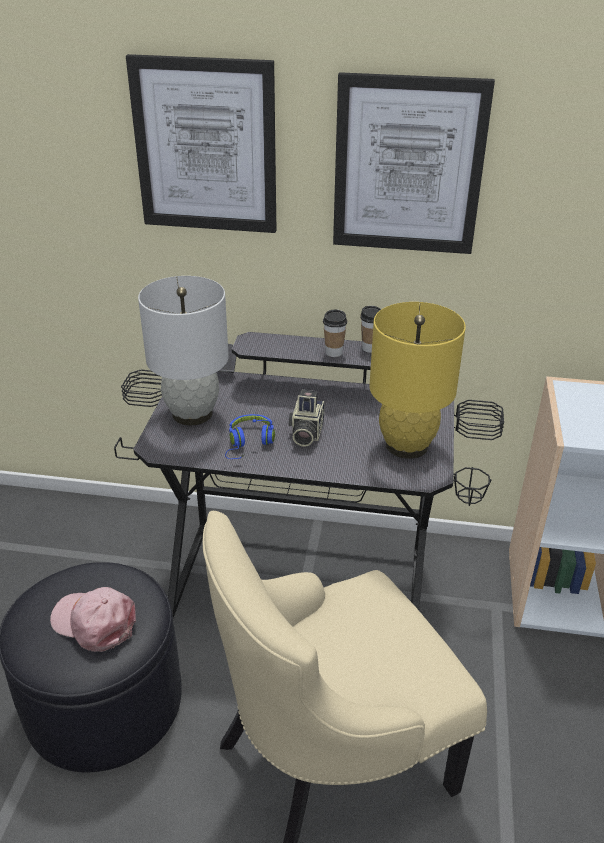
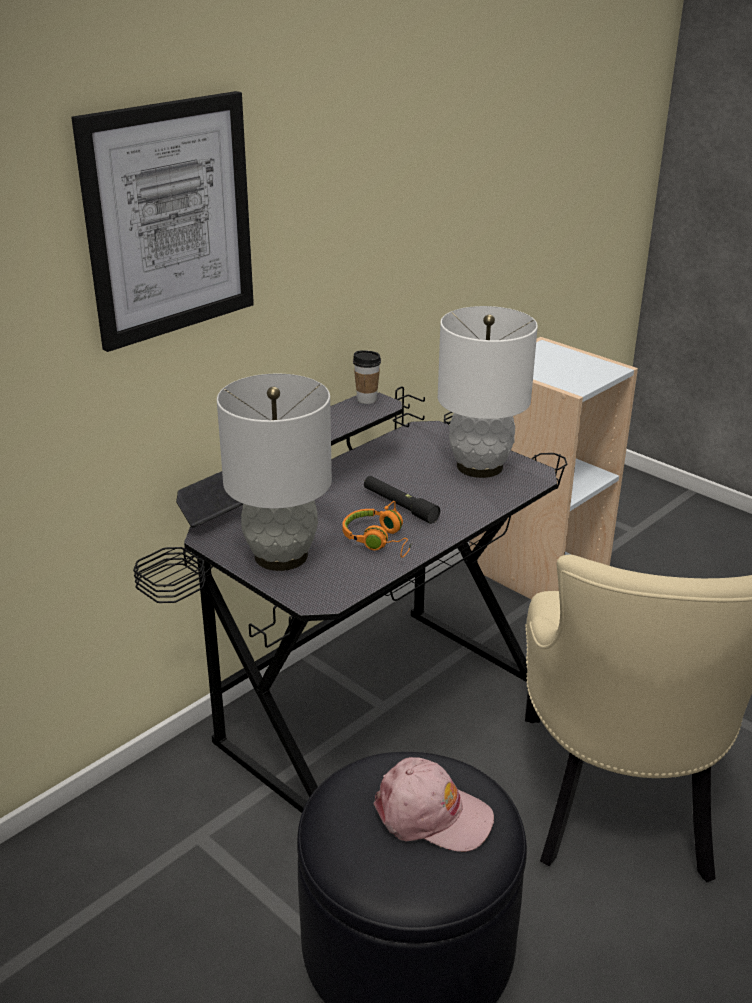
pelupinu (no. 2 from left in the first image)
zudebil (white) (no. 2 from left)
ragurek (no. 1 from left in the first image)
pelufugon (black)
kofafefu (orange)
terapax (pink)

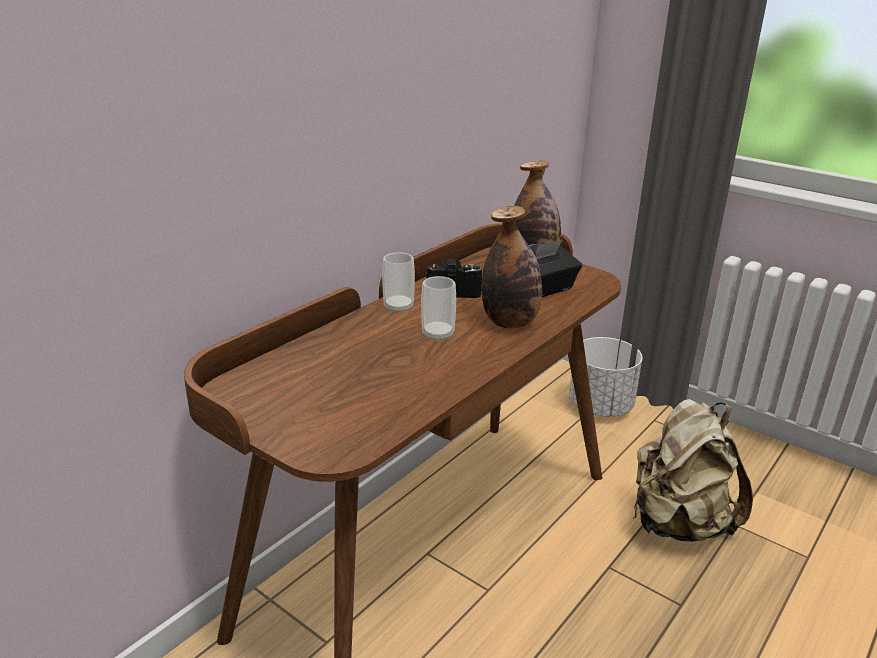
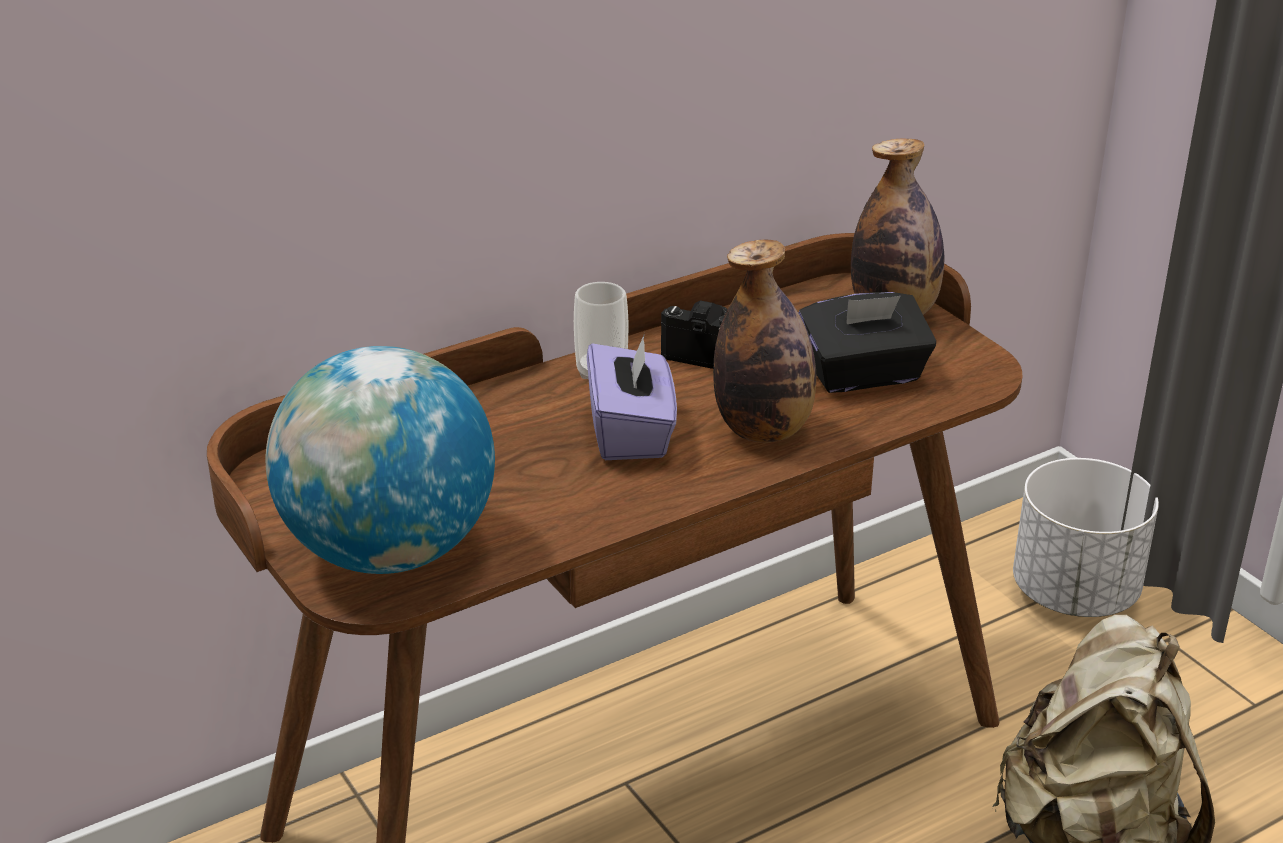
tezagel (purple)
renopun

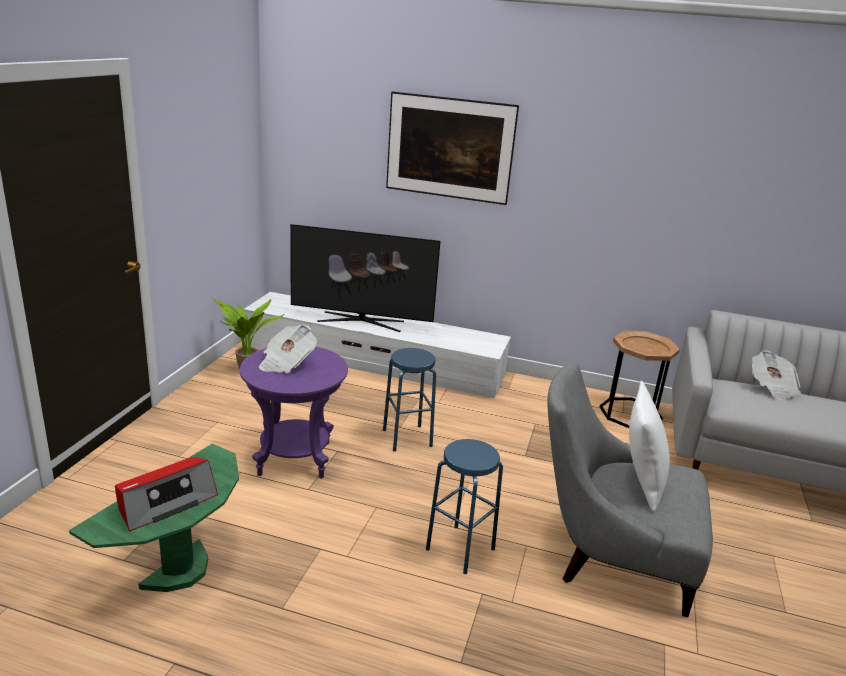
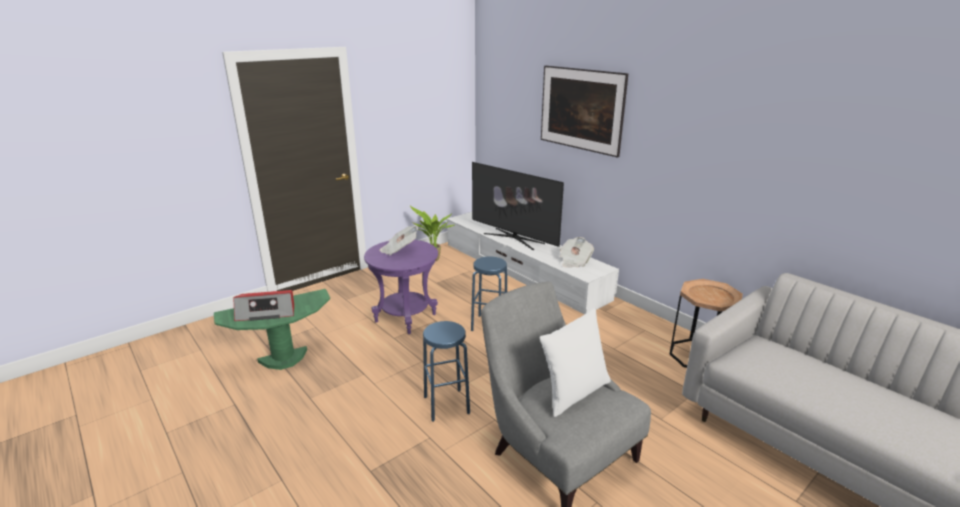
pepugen (no. 2 from left)

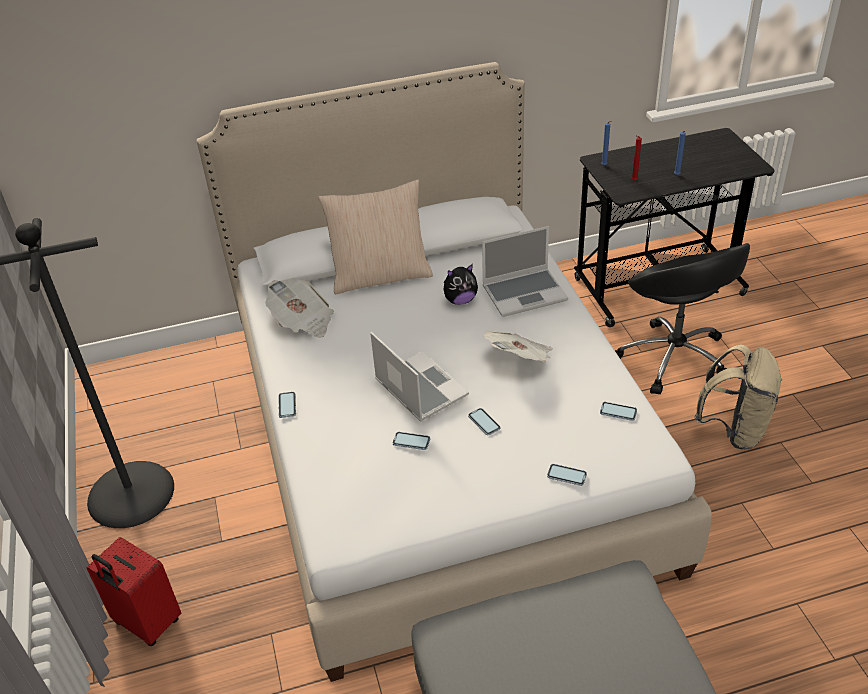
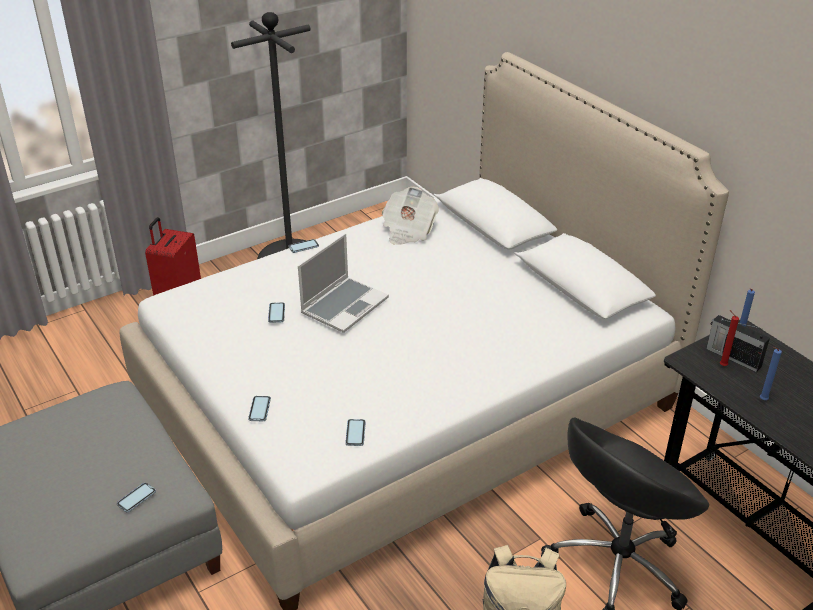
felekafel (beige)
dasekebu (no. 2 from left in the first image)
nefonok
pepugen (no. 2 from left in the first image)
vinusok (no. 1 from left)
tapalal

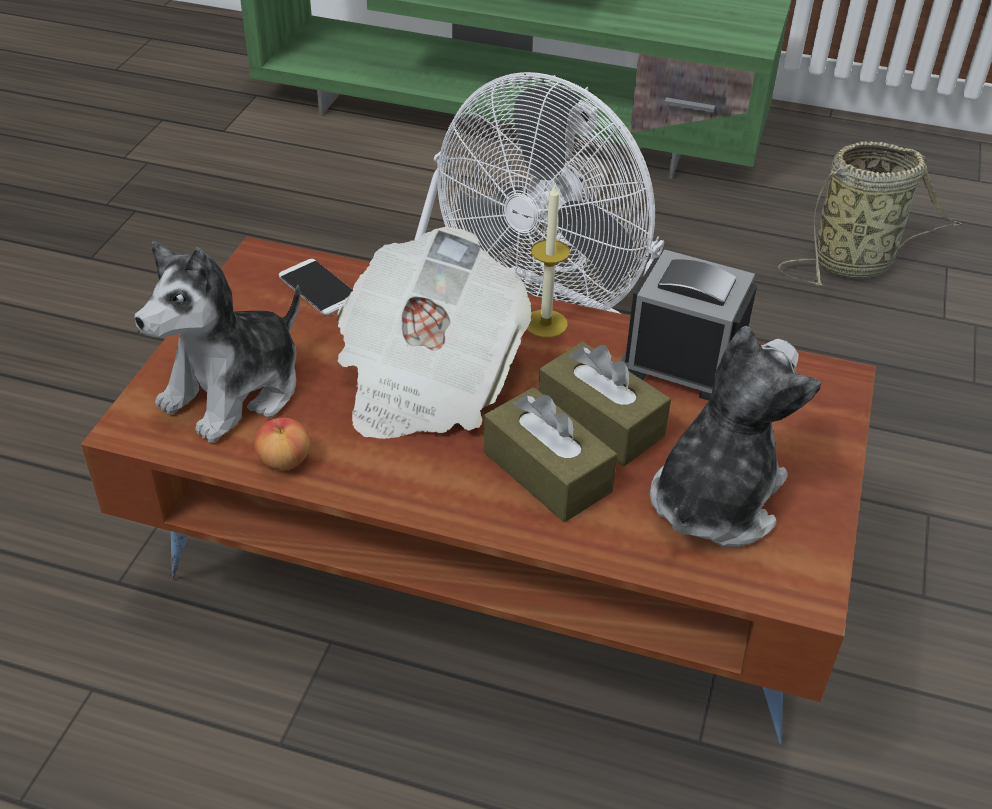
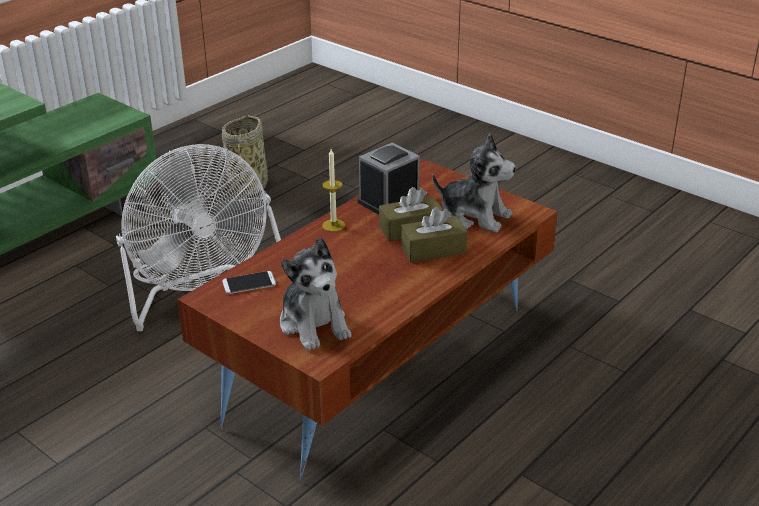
pepugen
nefonok (no. 2 from left)
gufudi

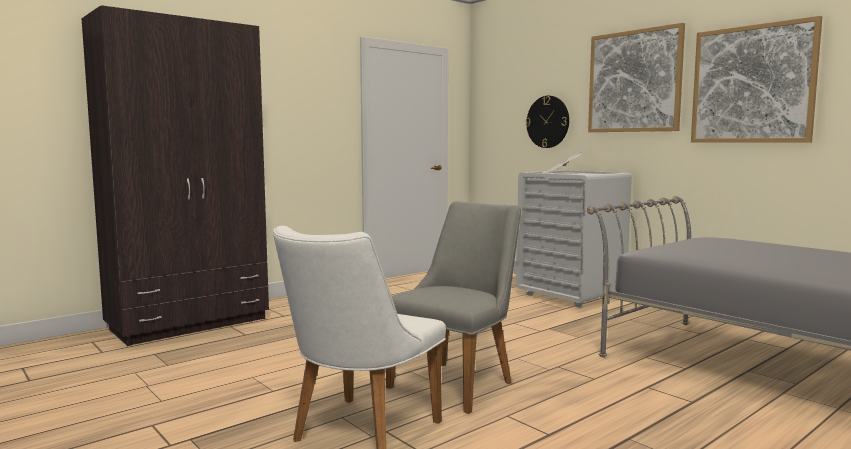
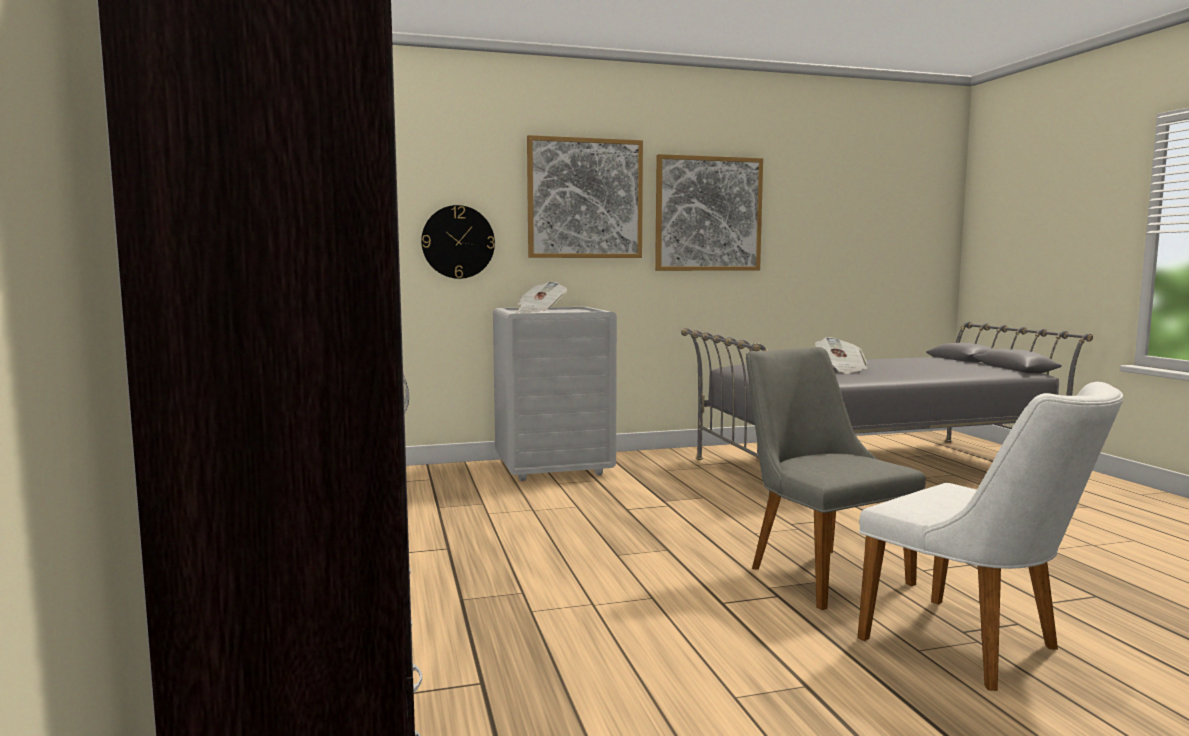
pepugen (no. 2 from left)

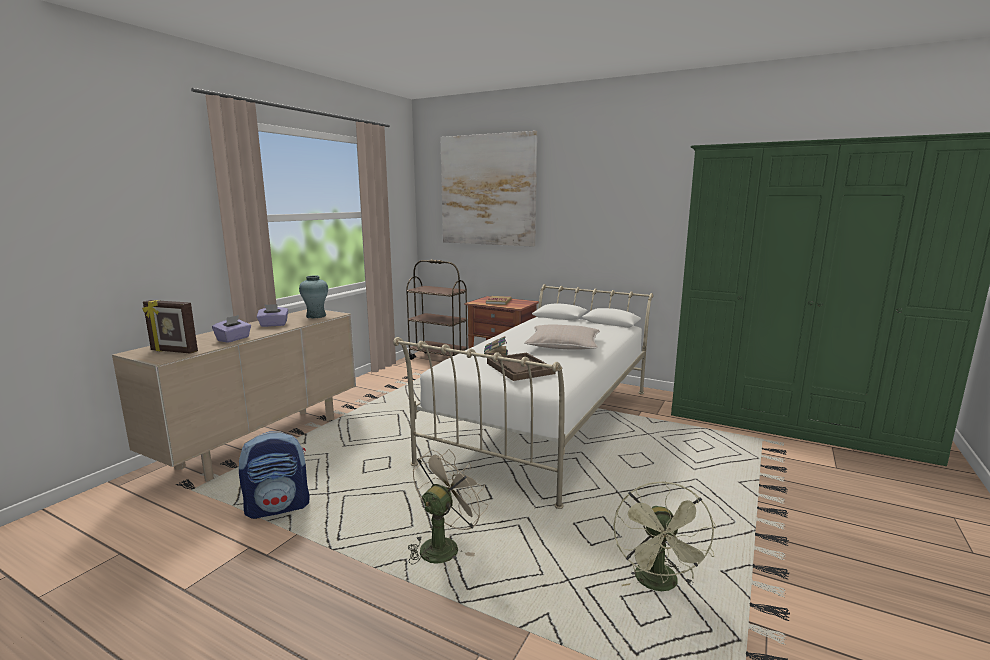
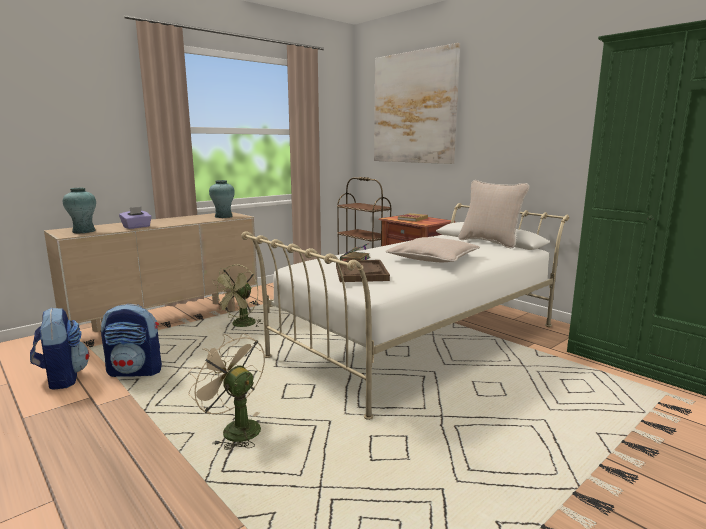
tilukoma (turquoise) (no. 1 from left)
tezagel (purple) (no. 2 from left in the first image)
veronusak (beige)
veronusak (green)
felekafel (beige) (no. 2 from left)
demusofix (no. 1 from left)

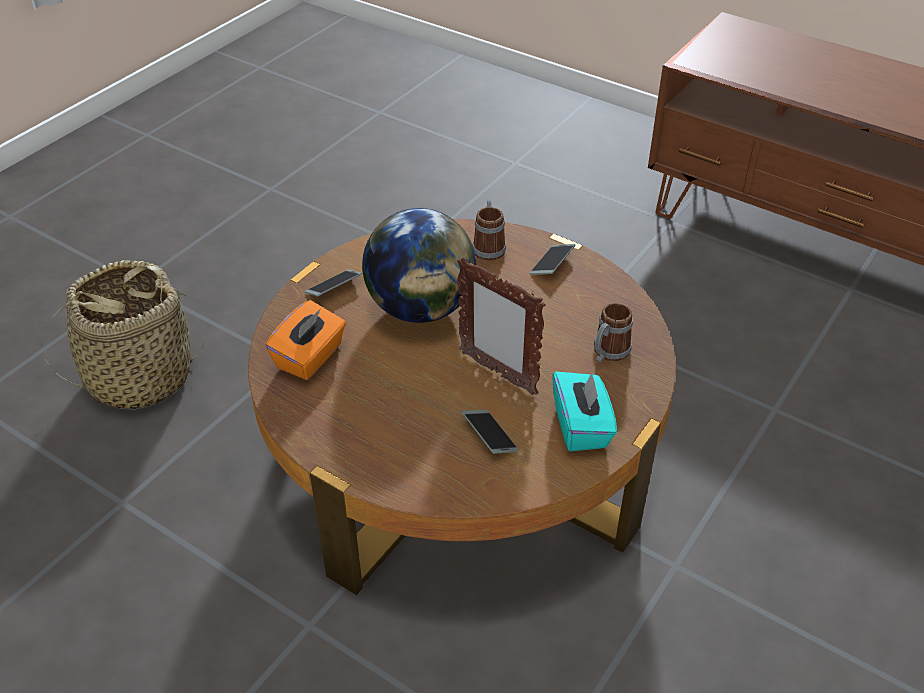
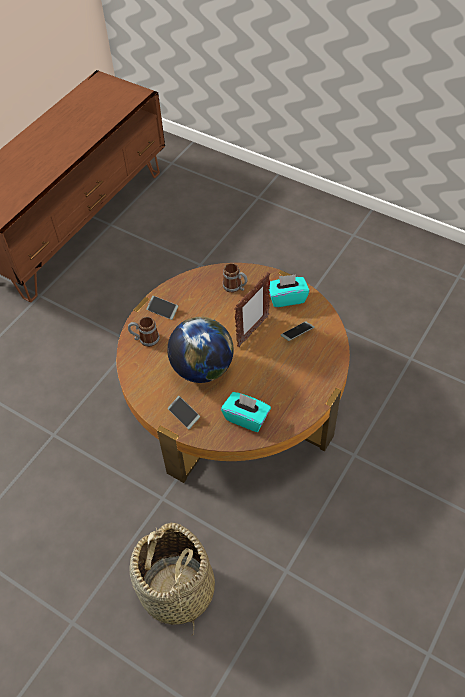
tezagel (turquoise) (no. 1 from left)

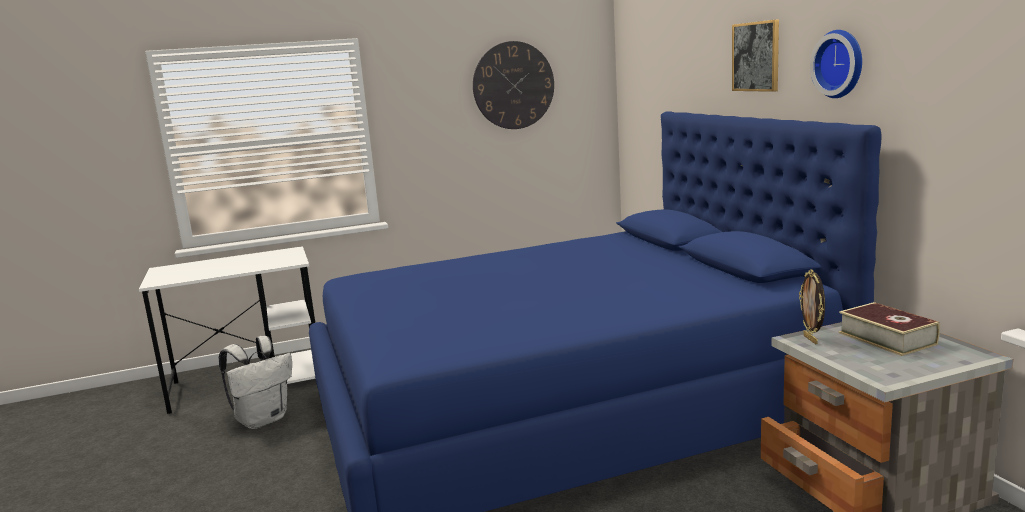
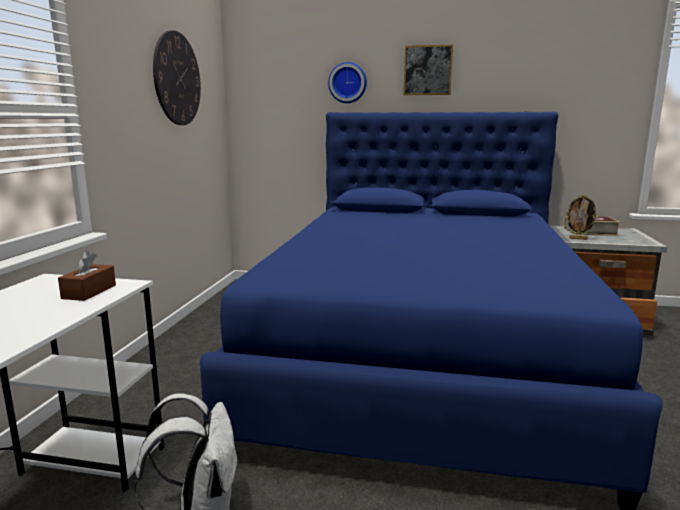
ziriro (no. 2 from left)
tezagel (brown)

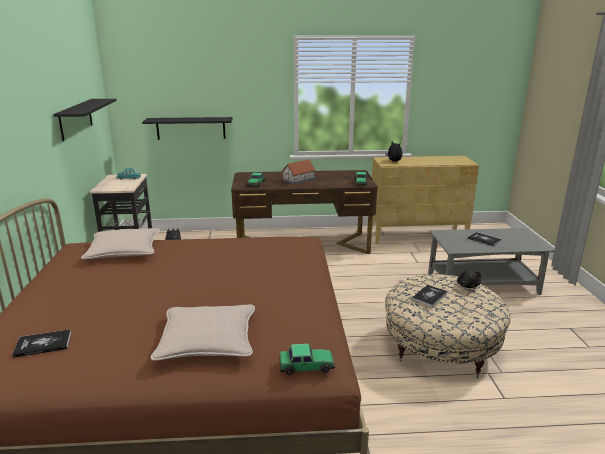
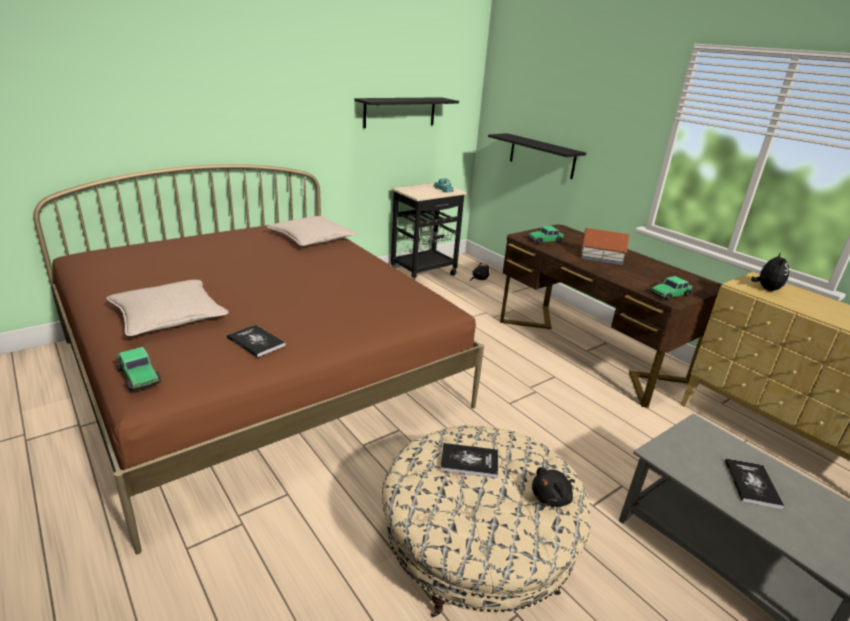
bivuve (no. 1 from left)

